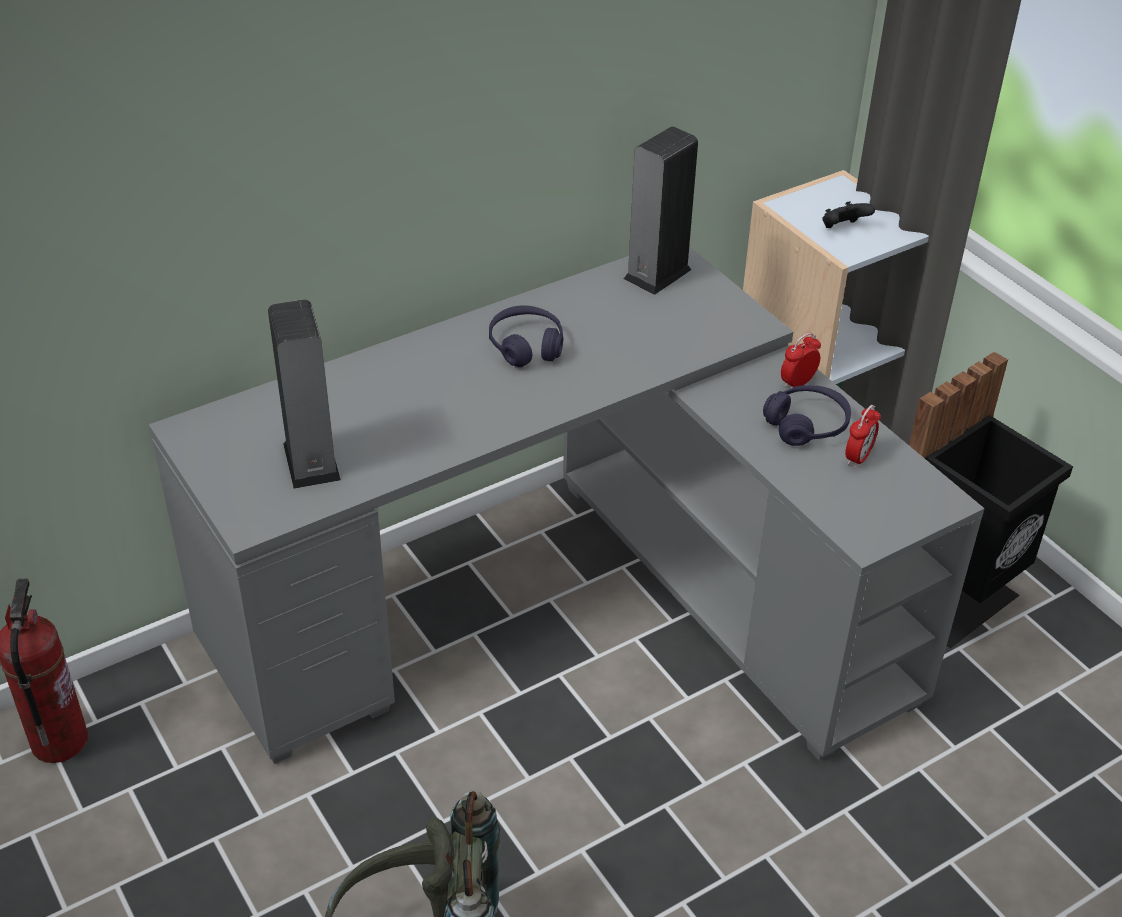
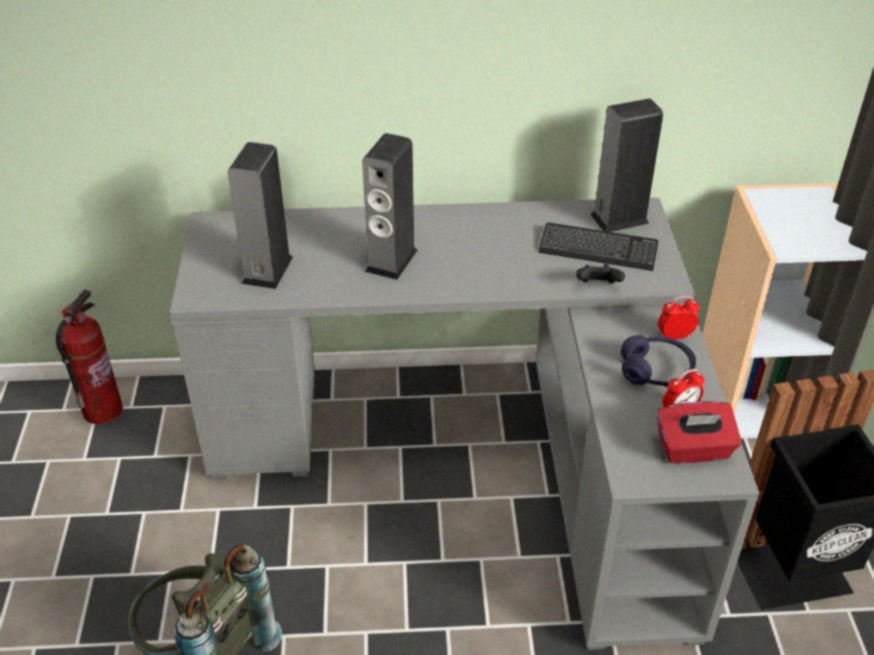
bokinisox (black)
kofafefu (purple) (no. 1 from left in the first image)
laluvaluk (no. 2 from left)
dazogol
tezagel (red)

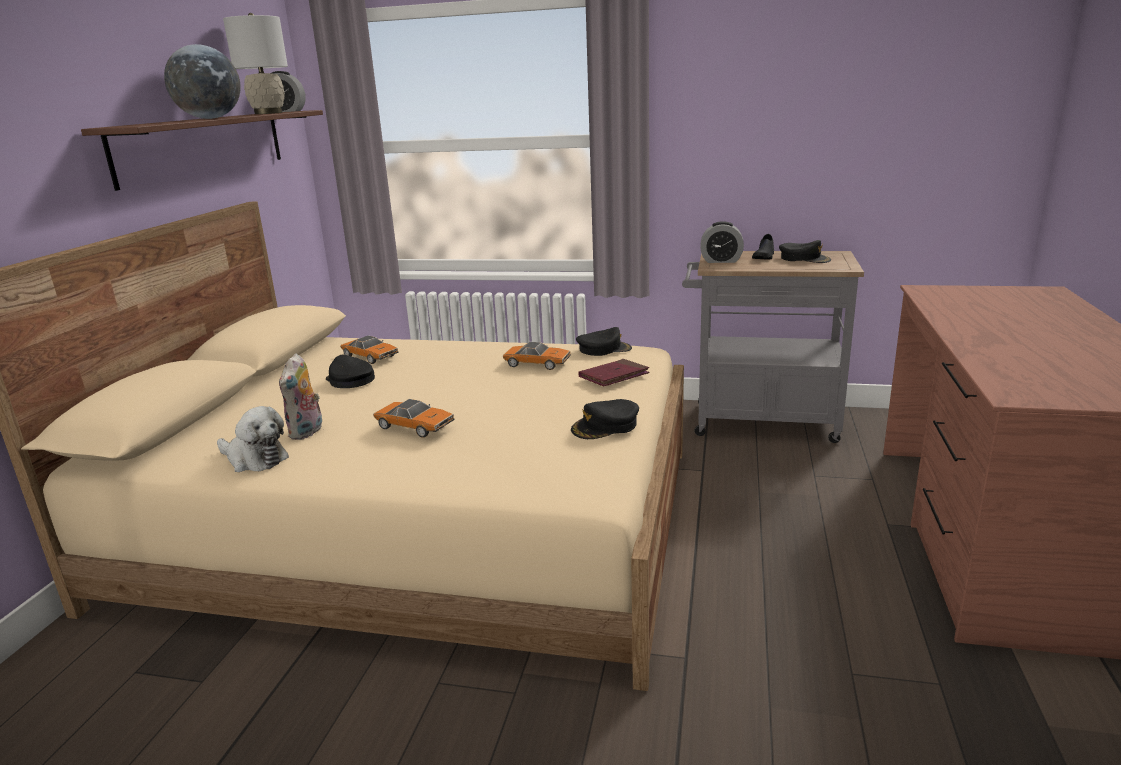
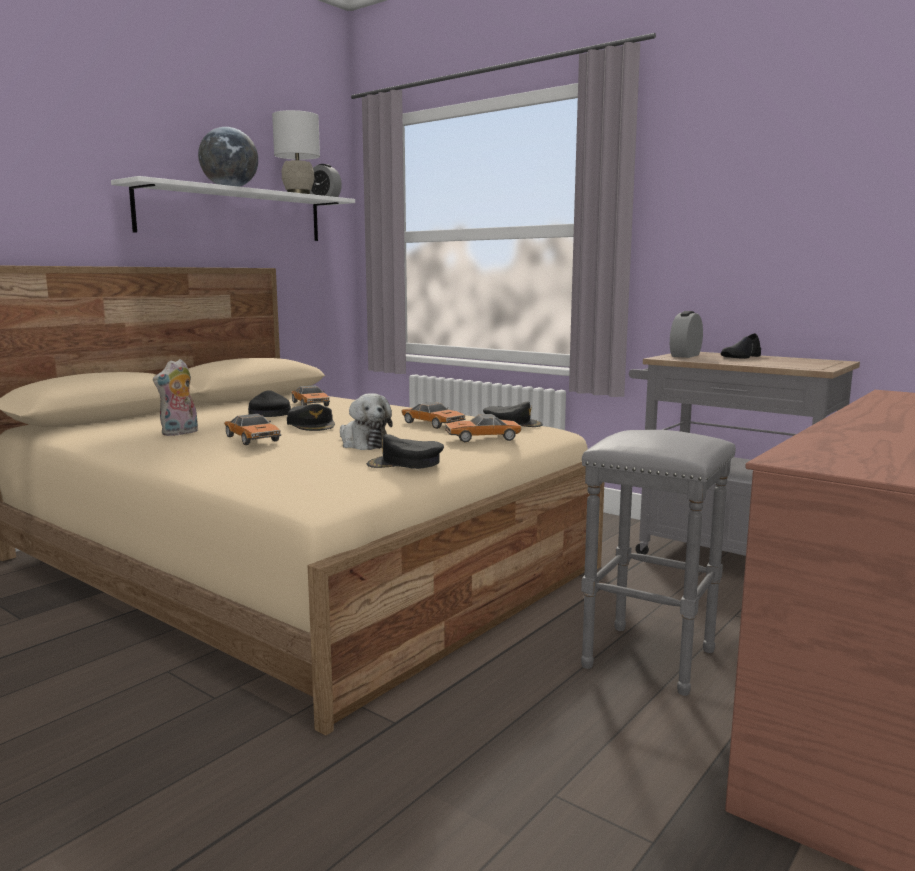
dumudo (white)
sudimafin (no. 2 from left)
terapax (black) (no. 2 from left)
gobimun (no. 4 from left)
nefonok (no. 2 from left)
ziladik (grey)

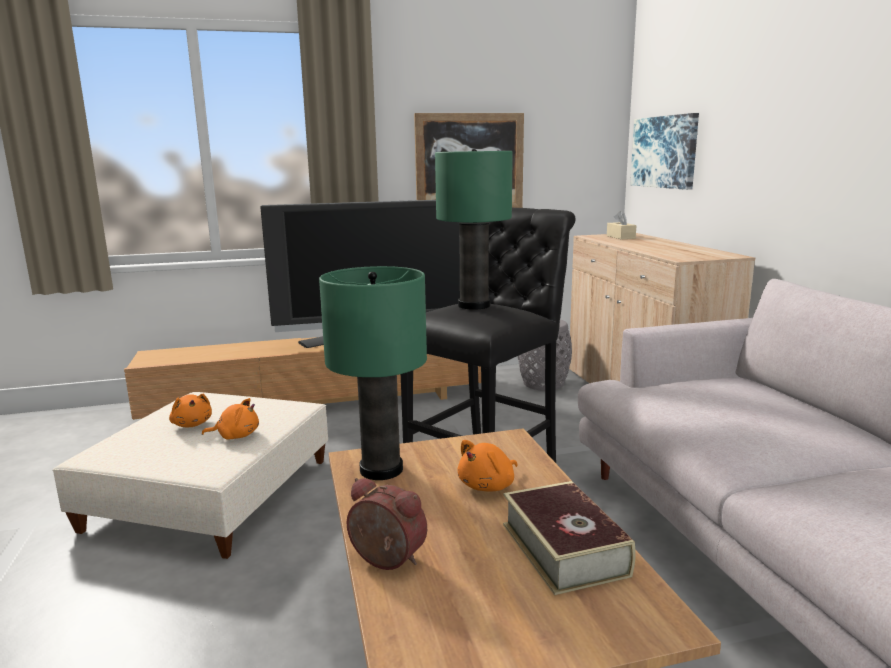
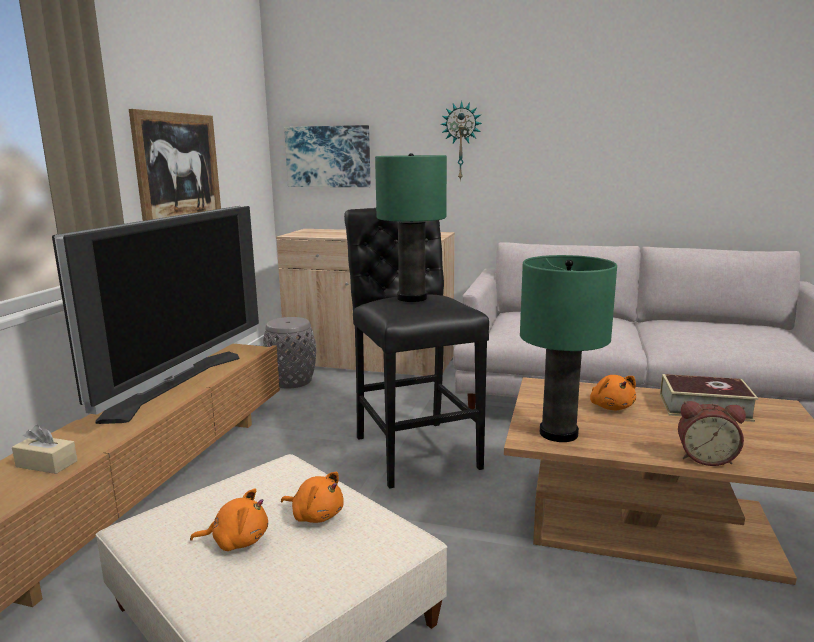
tezagel (beige)
nefonok (orange) (no. 2 from left)
sudimafin
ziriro

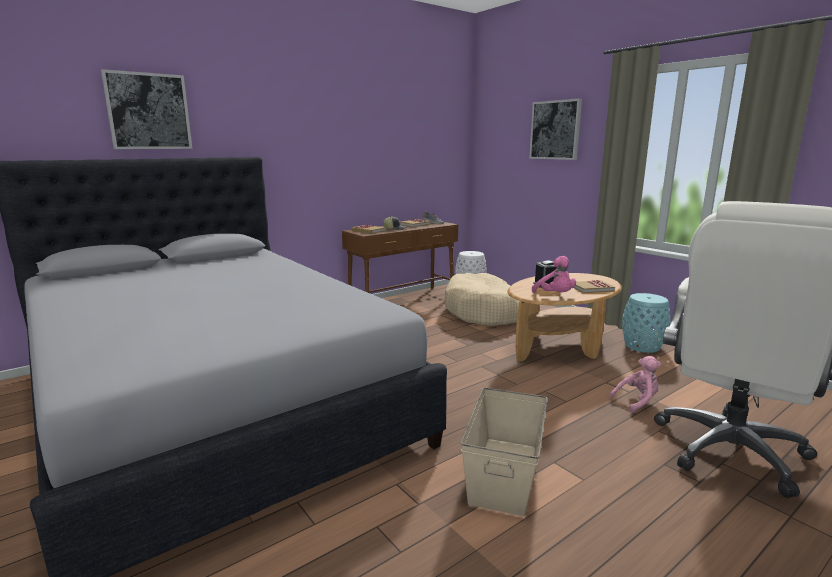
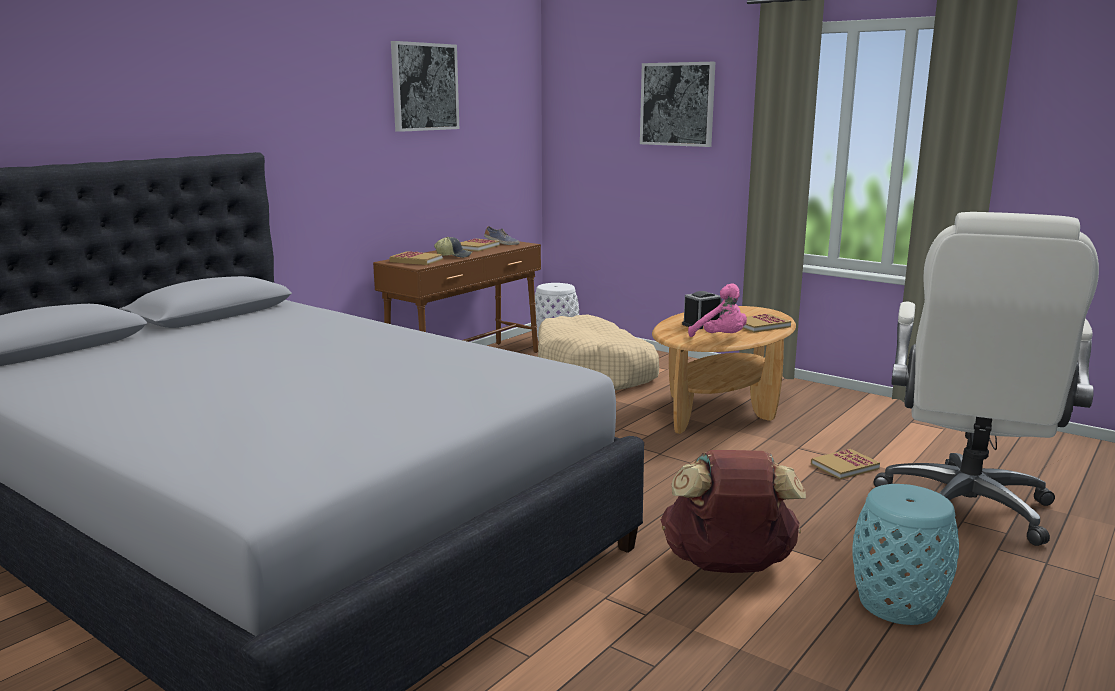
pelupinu (no. 1 from left)
ziladik (turquoise)
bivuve (no. 4 from left)
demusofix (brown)

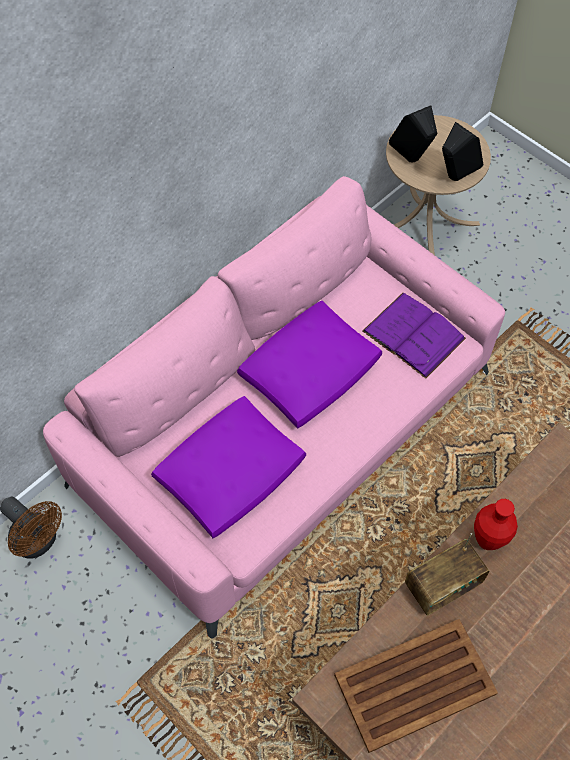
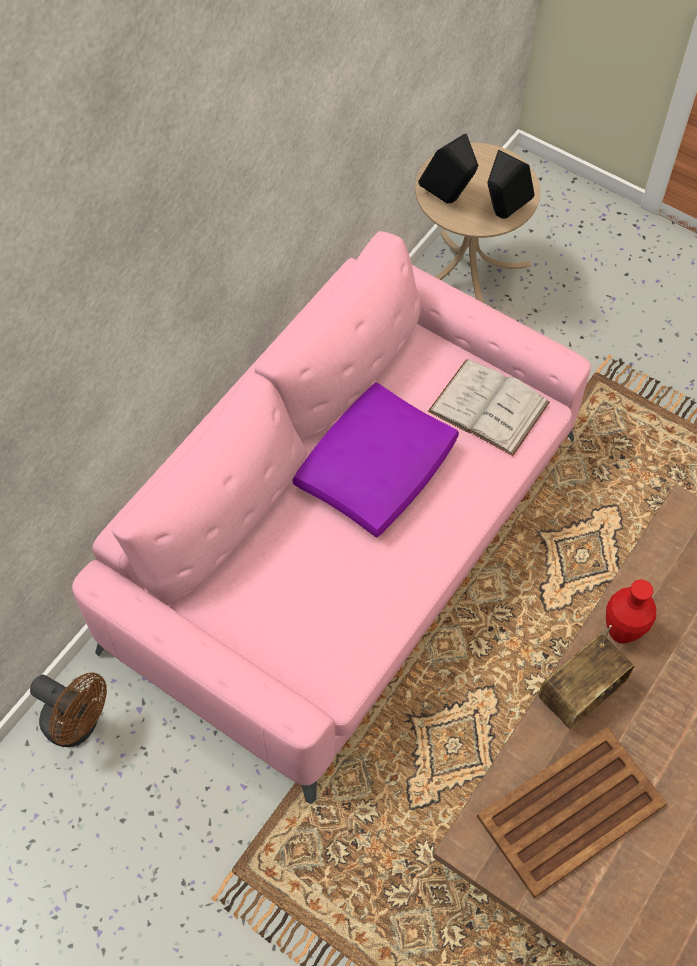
bivuve (white)
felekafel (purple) (no. 1 from left in the first image)

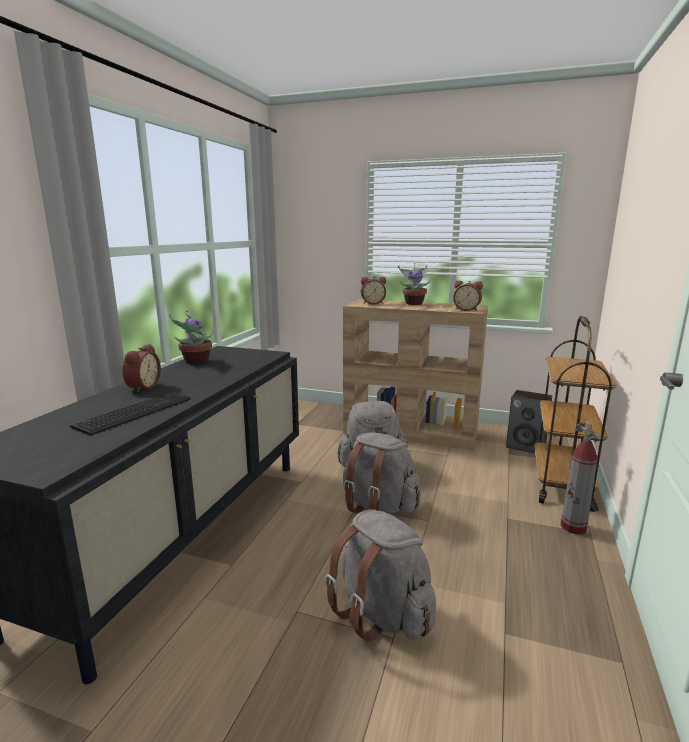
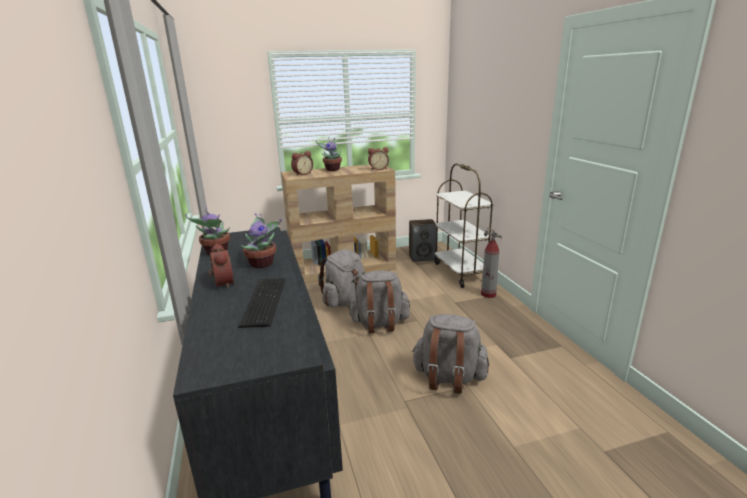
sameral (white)
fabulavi (no. 2 from left)

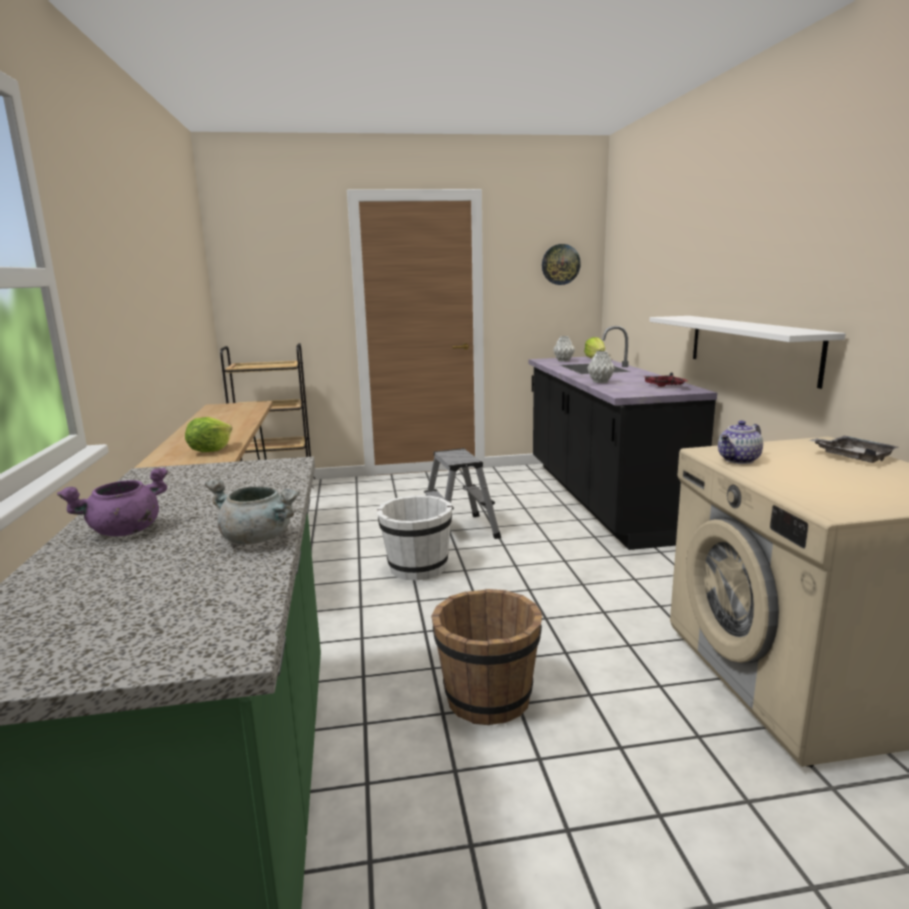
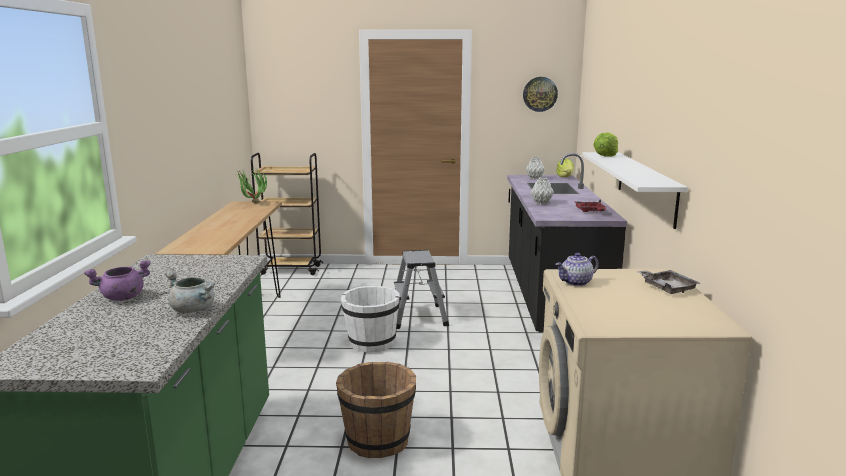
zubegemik (no. 2 from left)
fabulavi

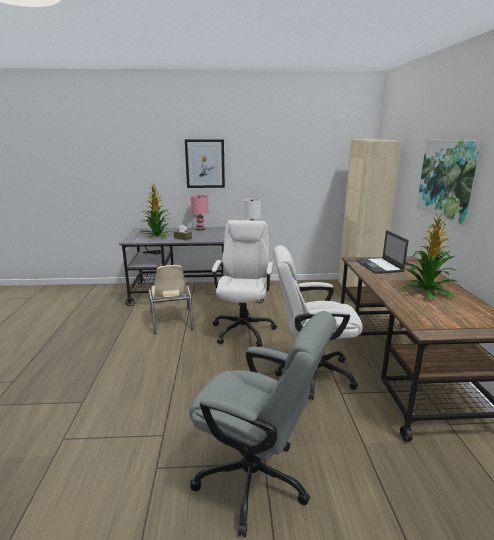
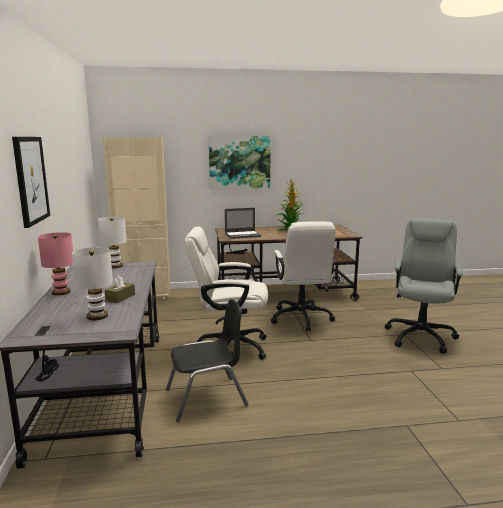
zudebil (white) (no. 1 from left)
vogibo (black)

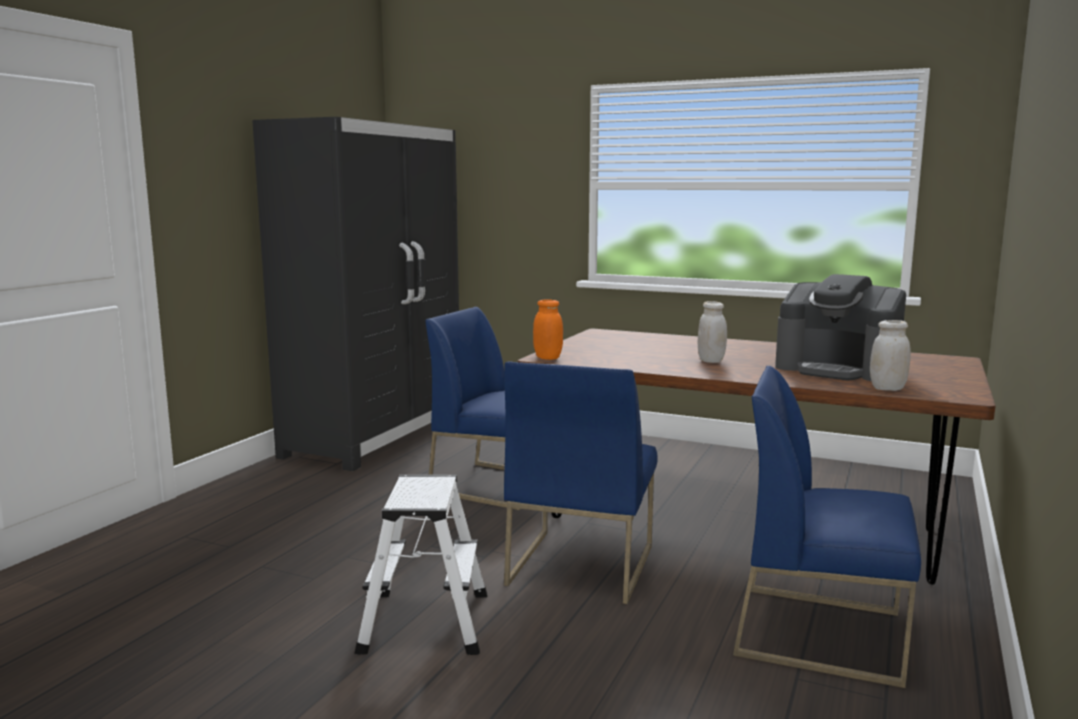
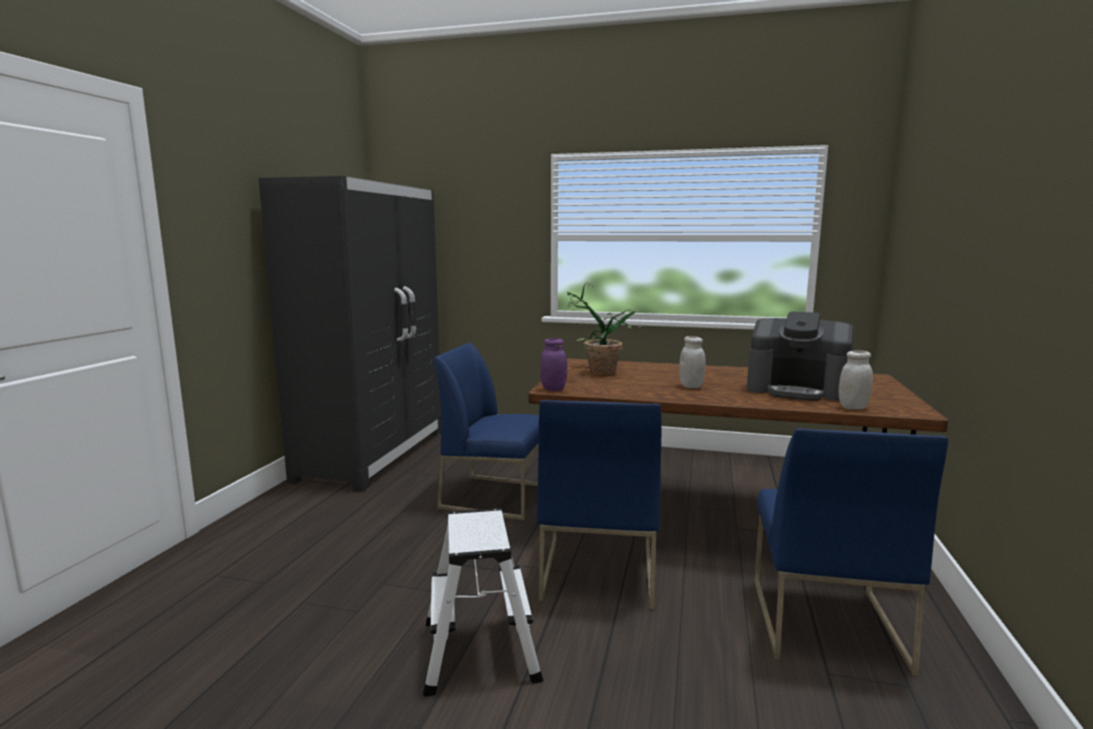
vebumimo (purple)
vogibo (blue) (no. 3 from left)
fabulavi

